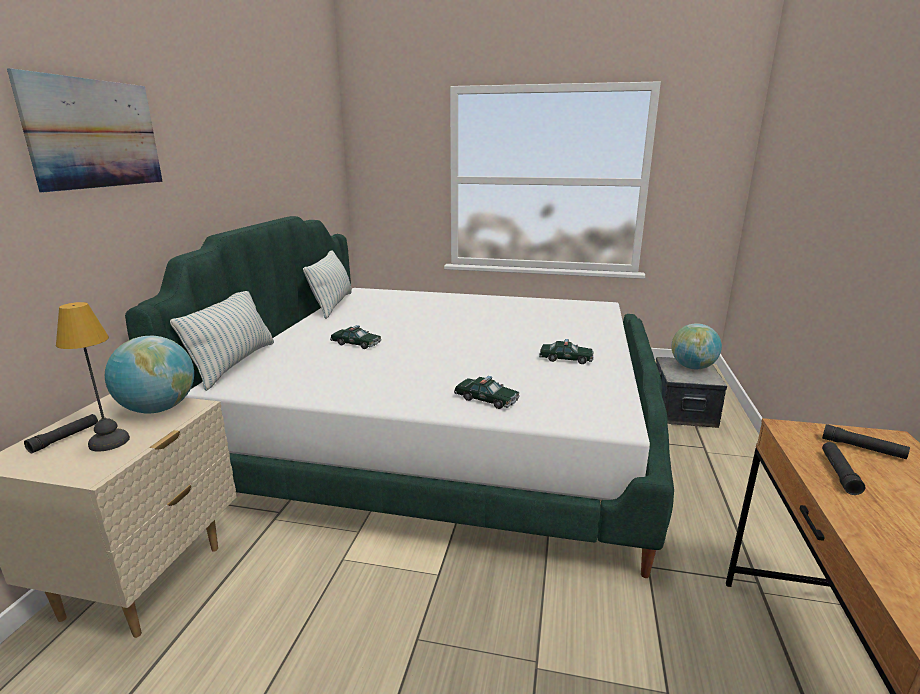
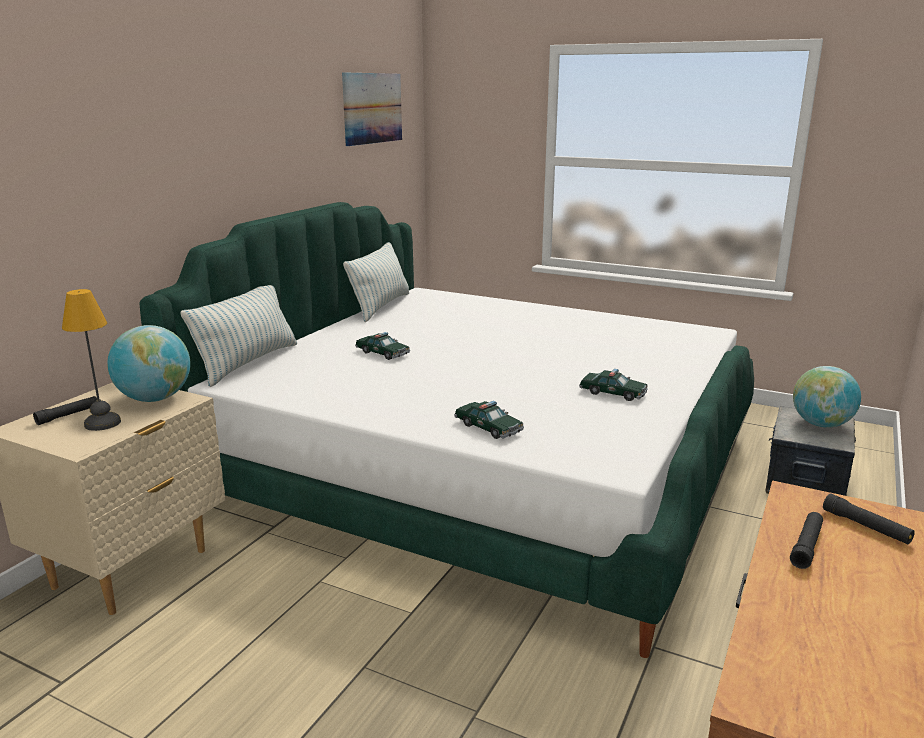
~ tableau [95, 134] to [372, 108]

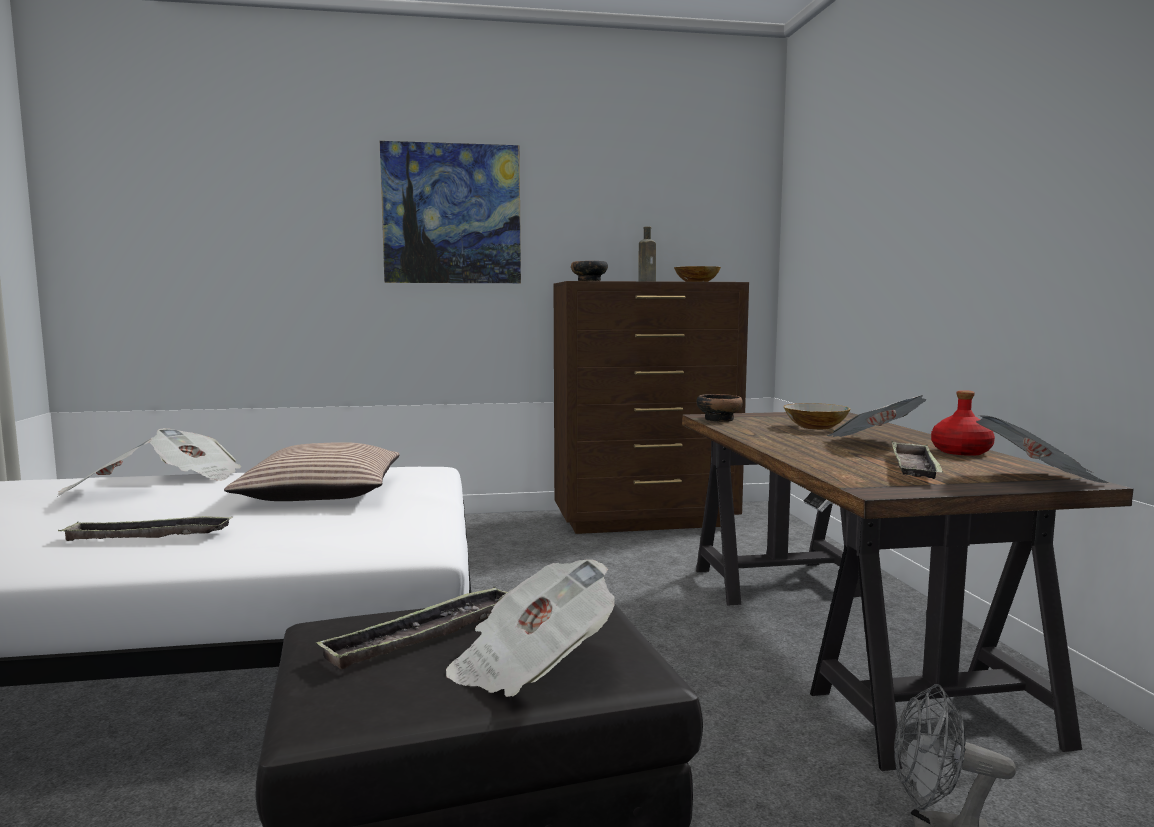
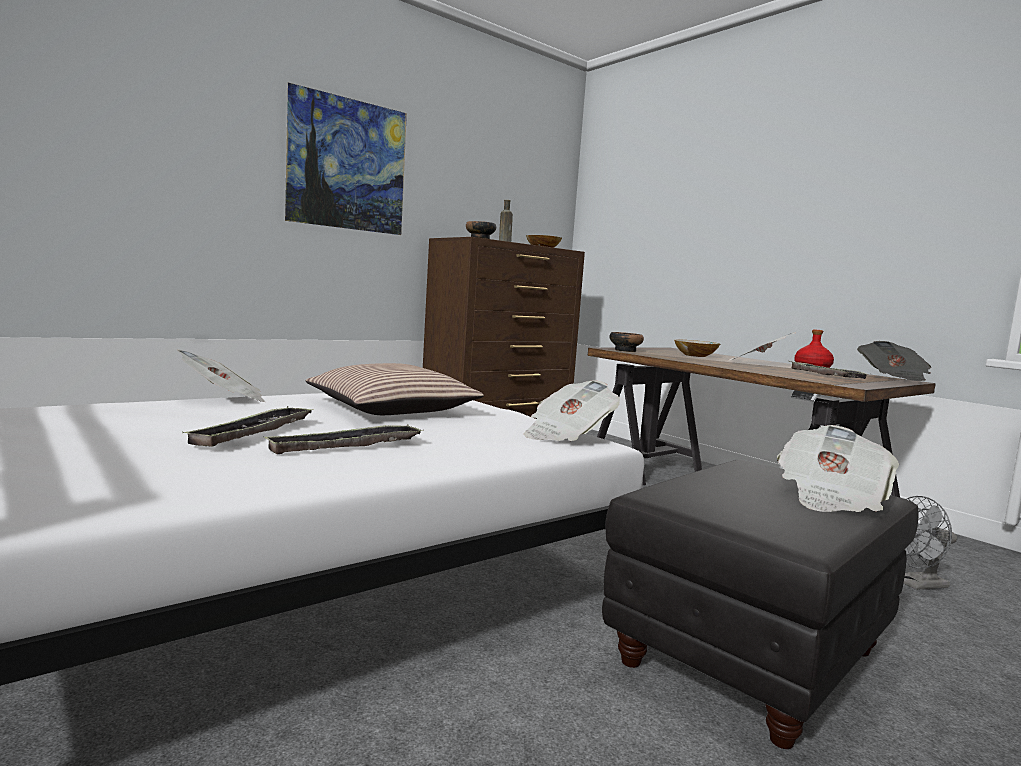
~ journal [104, 492] to [567, 435]
~ plateau [425, 635] to [254, 432]

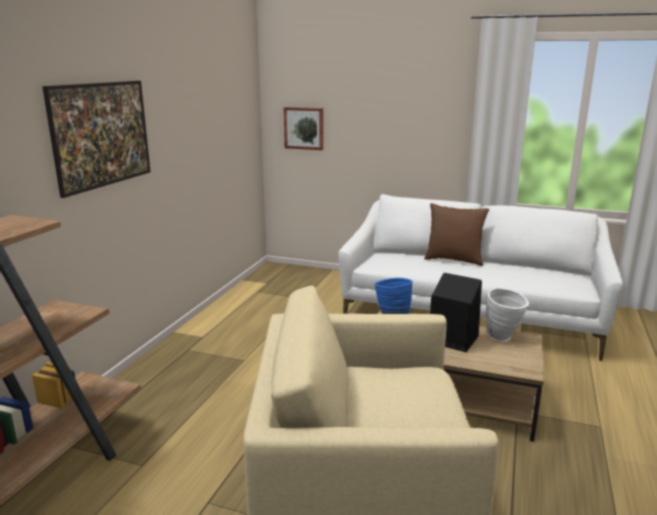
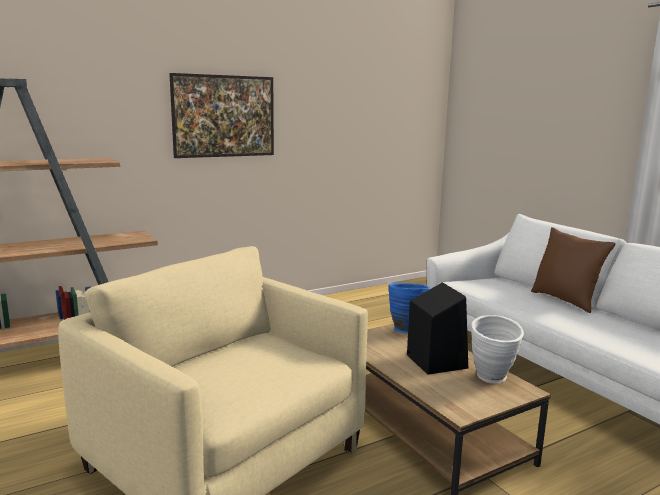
- tableau [304, 128]

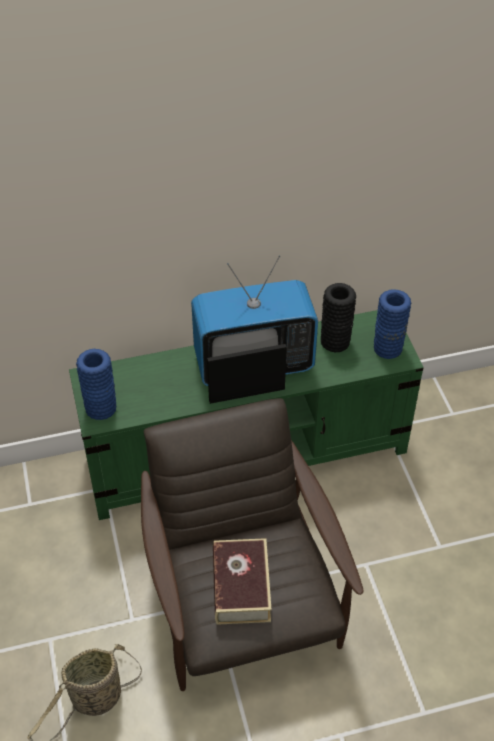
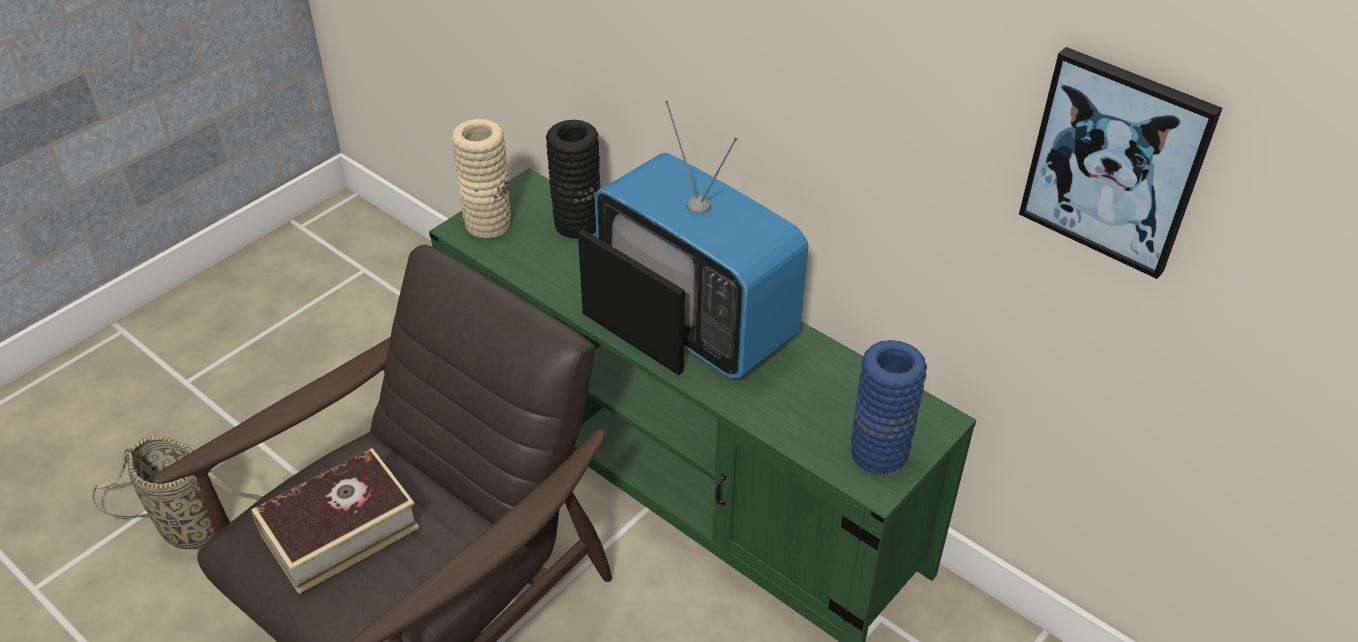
~ vase (noir) [335, 342] to [577, 224]
~ vase (bleu) [101, 408] to vase (beige) [488, 223]
+ tableau [1116, 161]

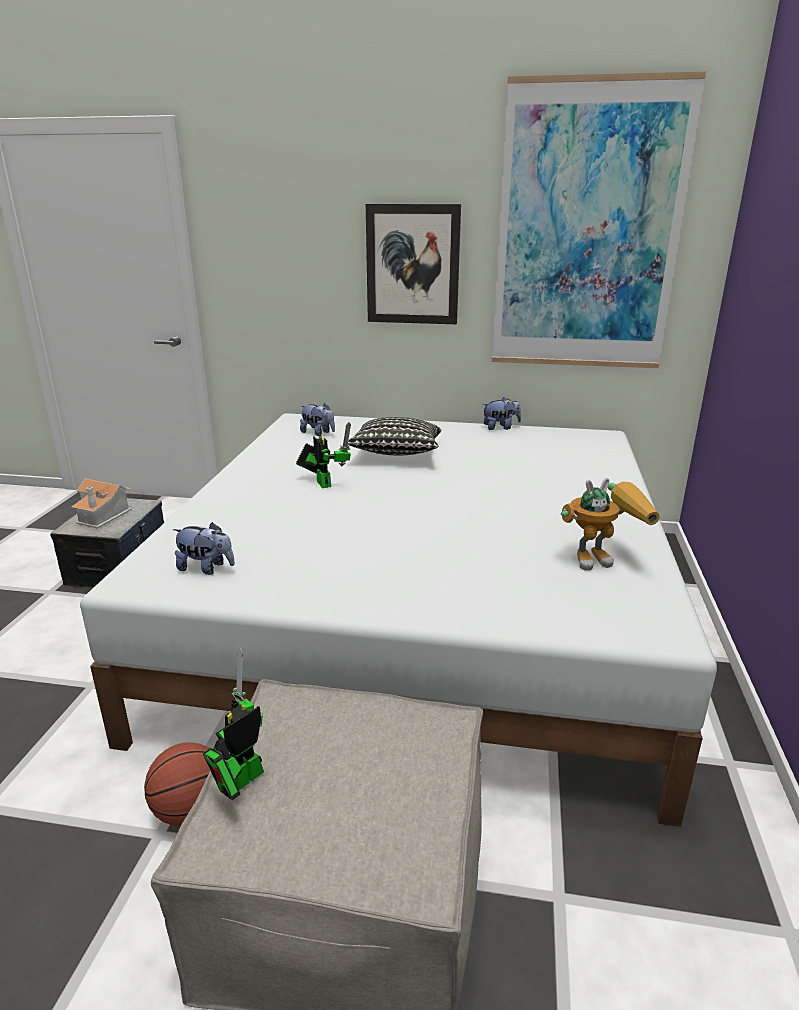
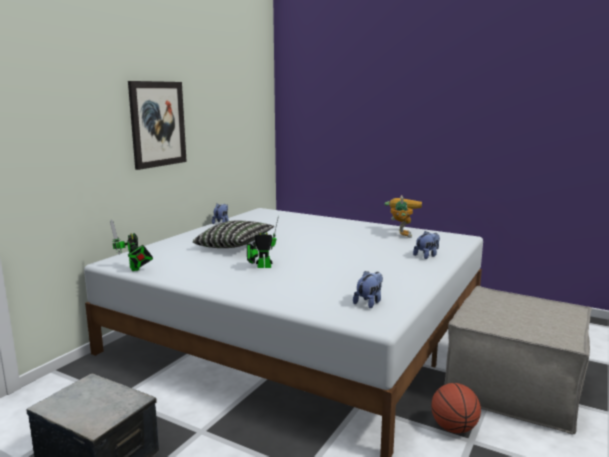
- tableau [587, 231]
~ peluche [318, 433] to [427, 256]
- maison miniature [103, 515]
~ robot jouet [240, 781] to [135, 269]

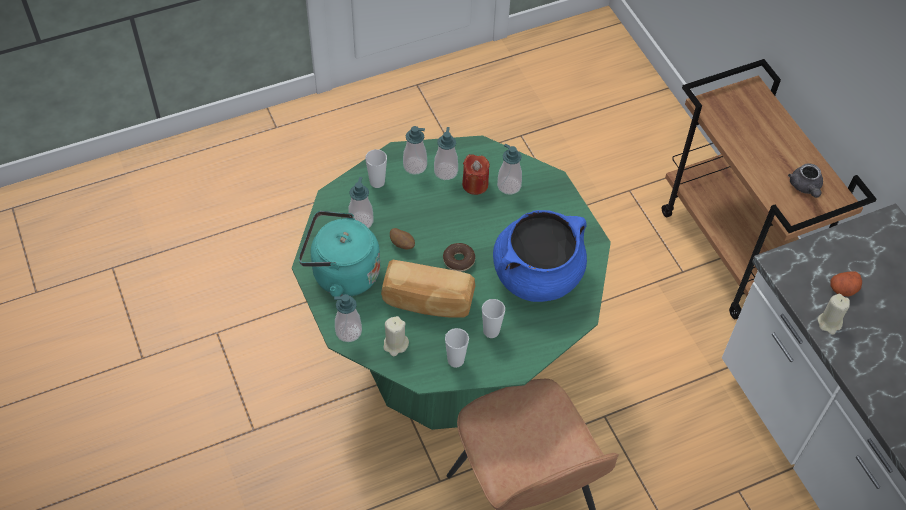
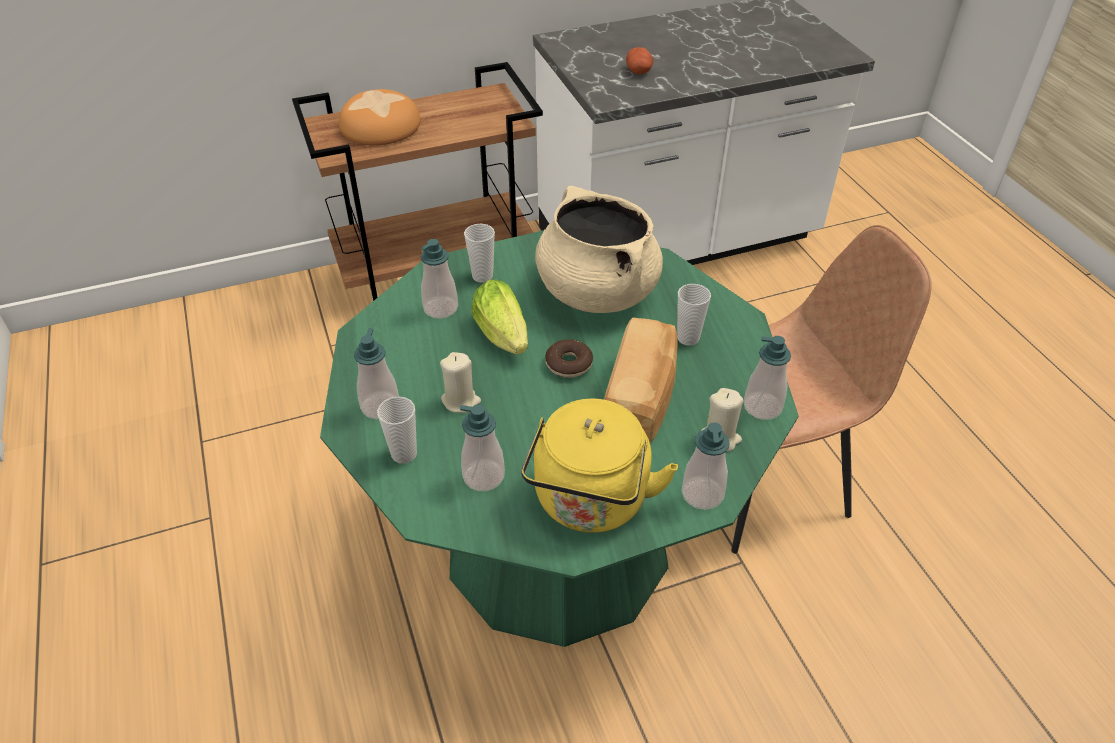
~ distributeur de savon [445, 171] to [762, 407]
- bougie (rouge) [475, 184]
- théière (gris) [805, 187]
~ marmite (bleu) [537, 275] to marmite (beige) [596, 292]
~ bouilloire (turquoise) [341, 274] to bouilloire (jaune) [590, 503]
- pomme de terre [402, 244]
~ bougie (beige) [829, 323] to [461, 401]
~ tasse [455, 360] to [482, 276]
+ pain [380, 126]
+ laitue [504, 337]

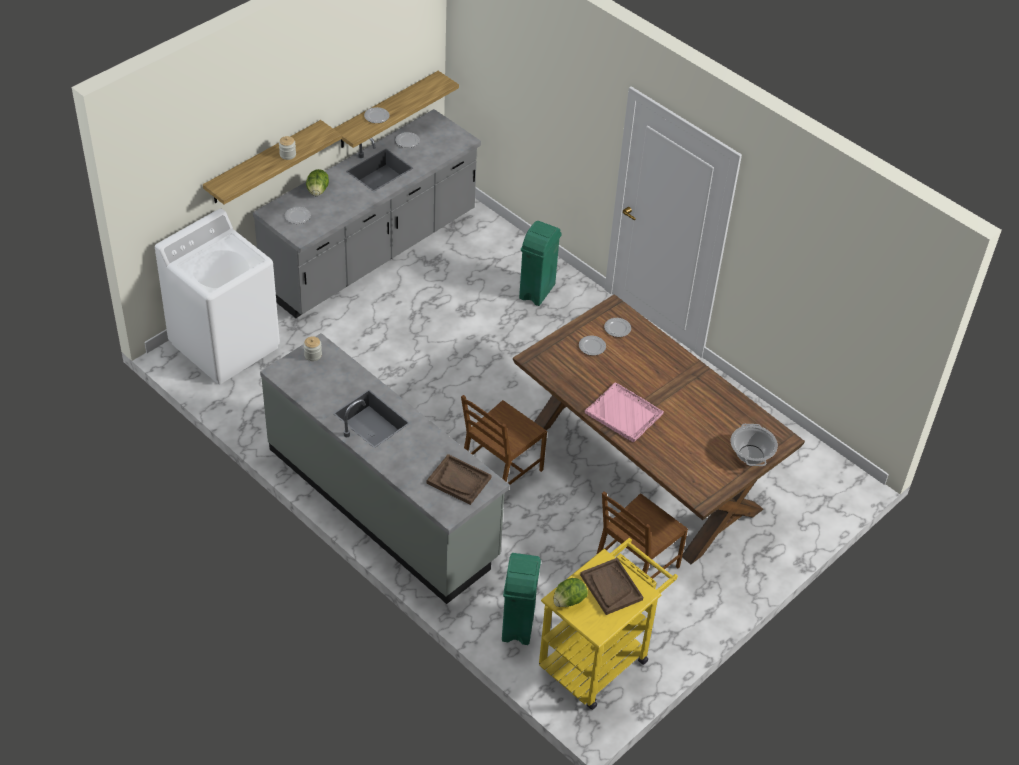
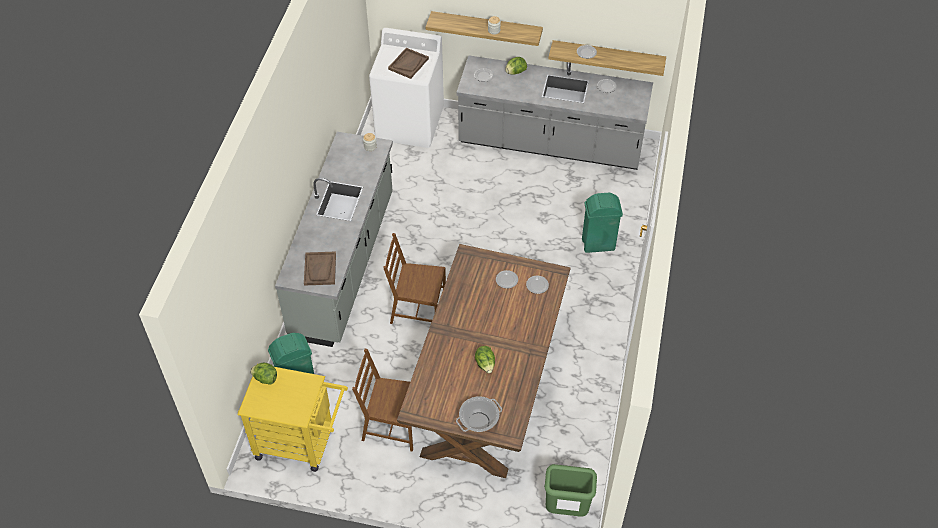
- plateau (rose) [624, 414]
~ plateau (marron) [611, 587] to [408, 64]
+ laitue [485, 364]
+ poubelle (vert) [566, 509]

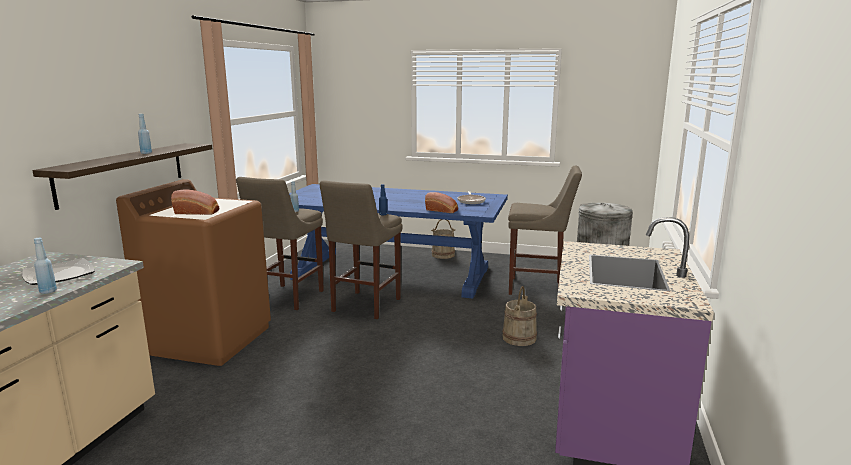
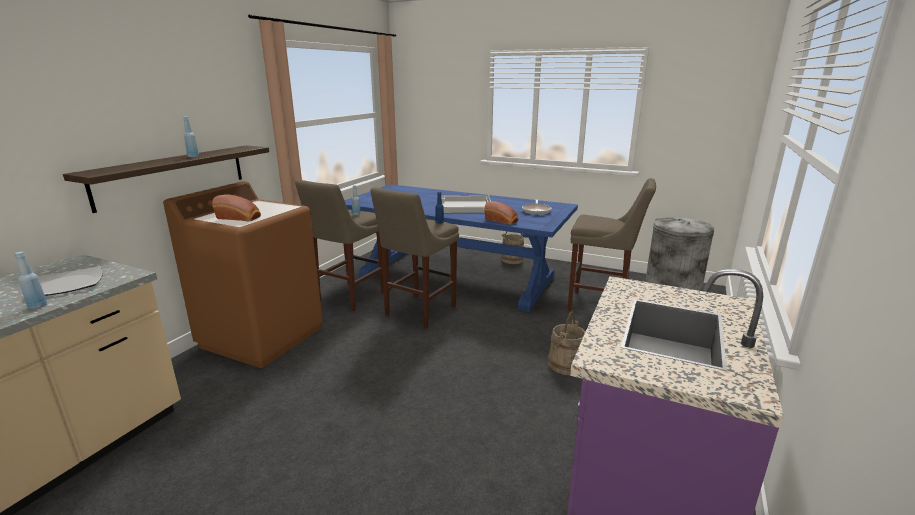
+ plateau (blanc) [465, 206]

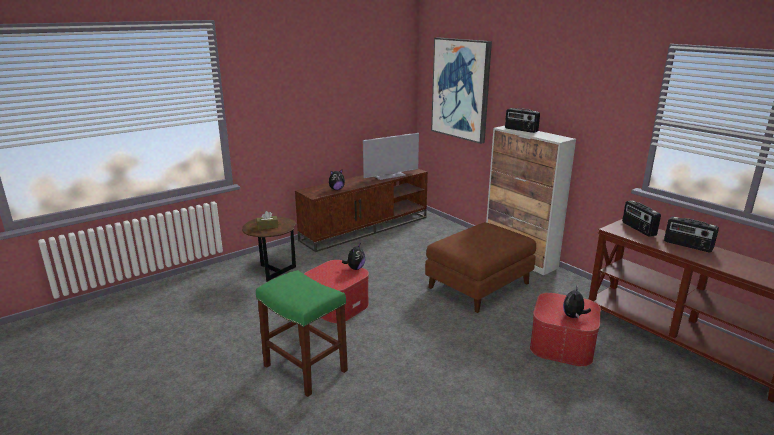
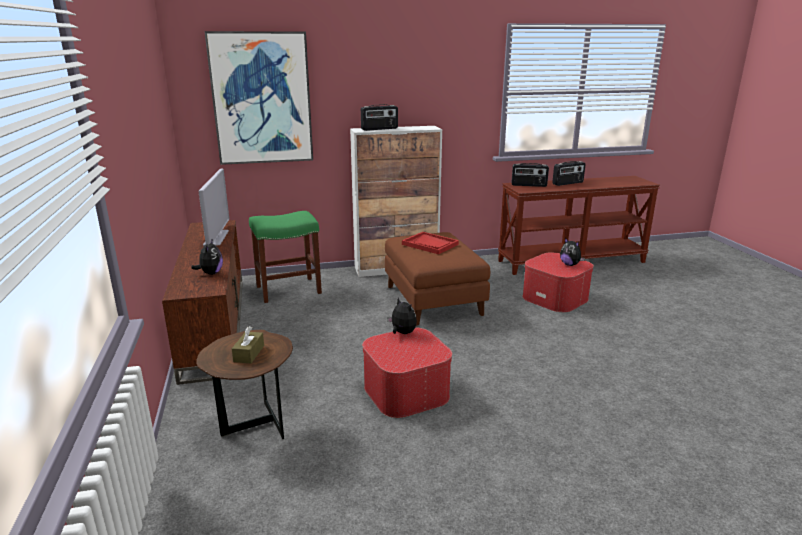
~ tabouret (vert) [306, 368] to [289, 289]
+ plateau (rouge) [430, 244]

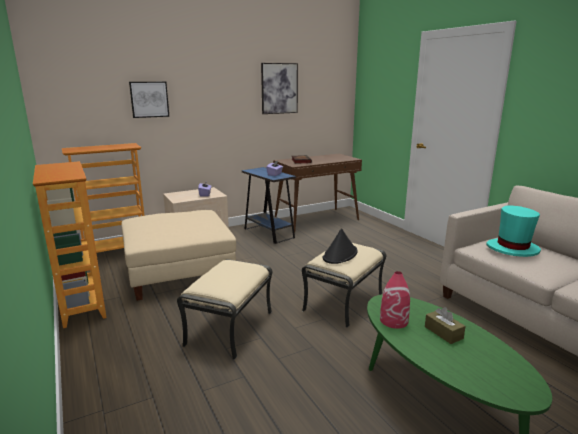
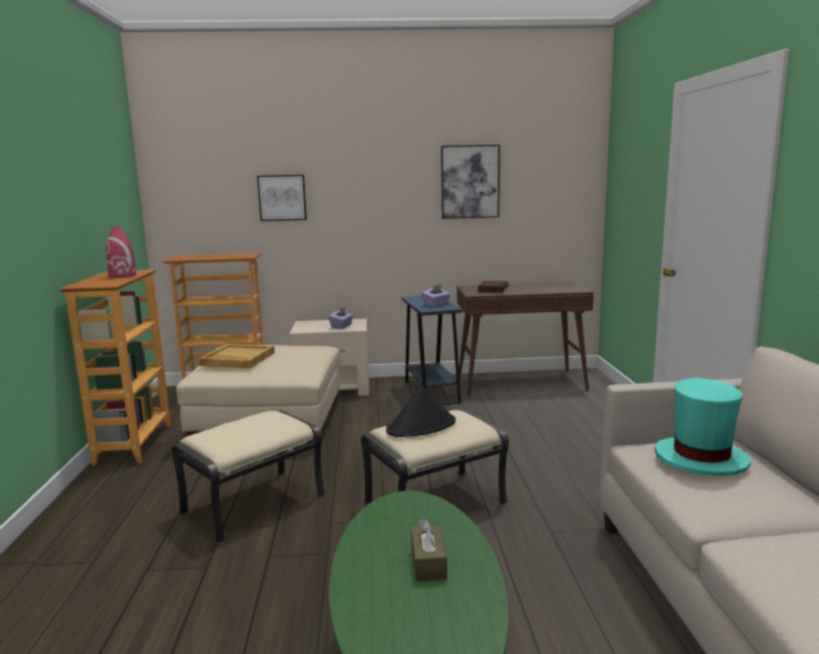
~ vase (rouge) [394, 321] to [123, 276]
+ plateau (beige) [237, 359]

